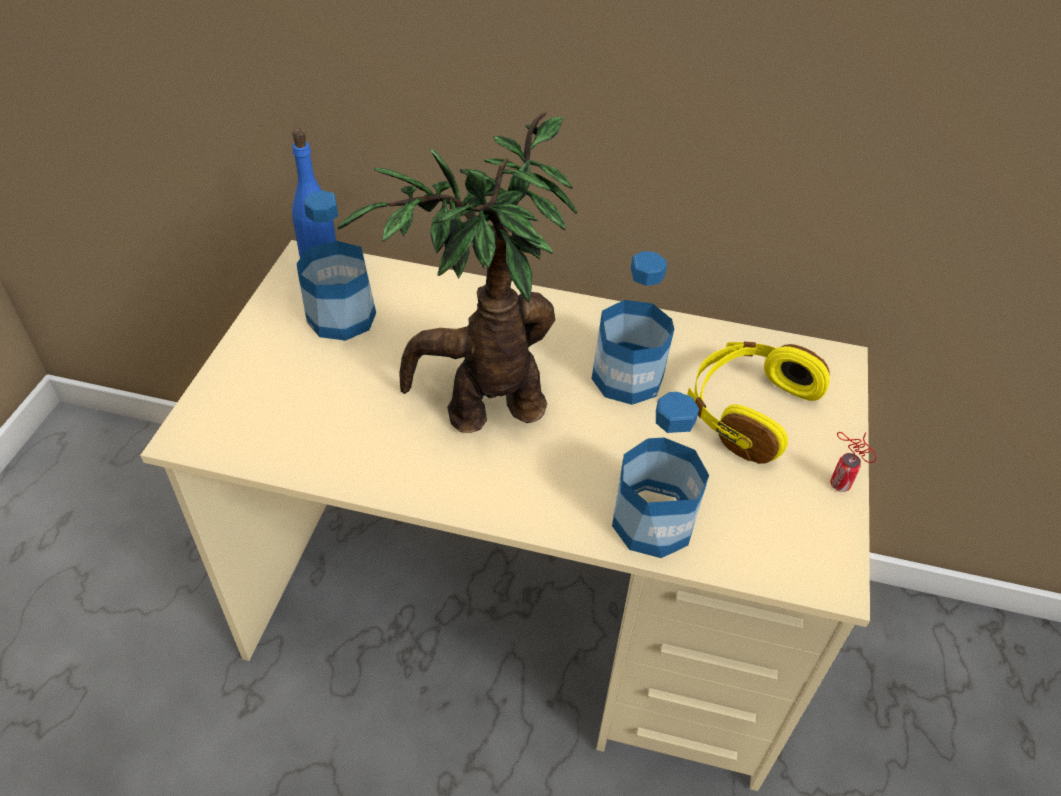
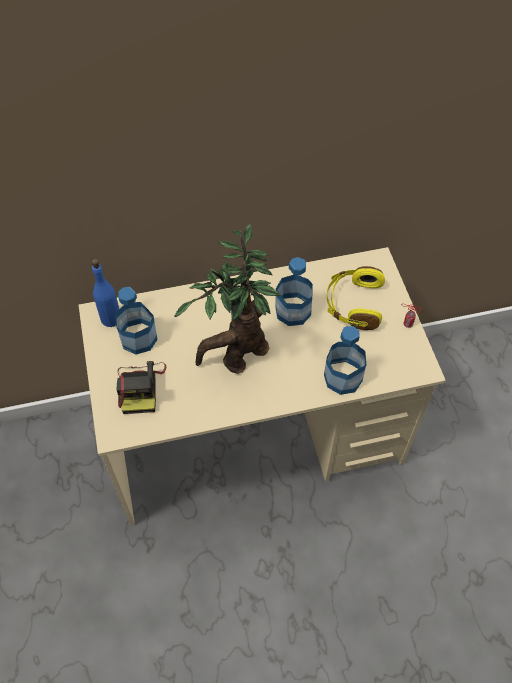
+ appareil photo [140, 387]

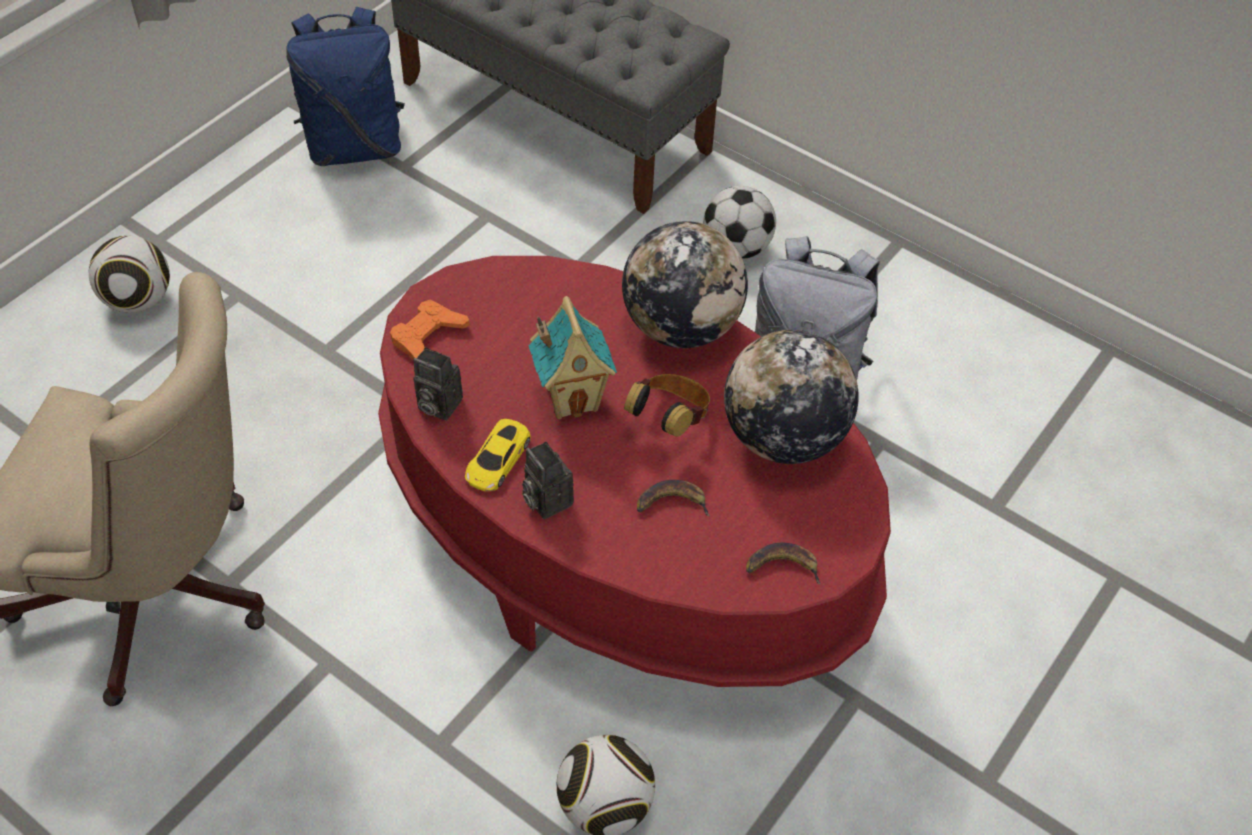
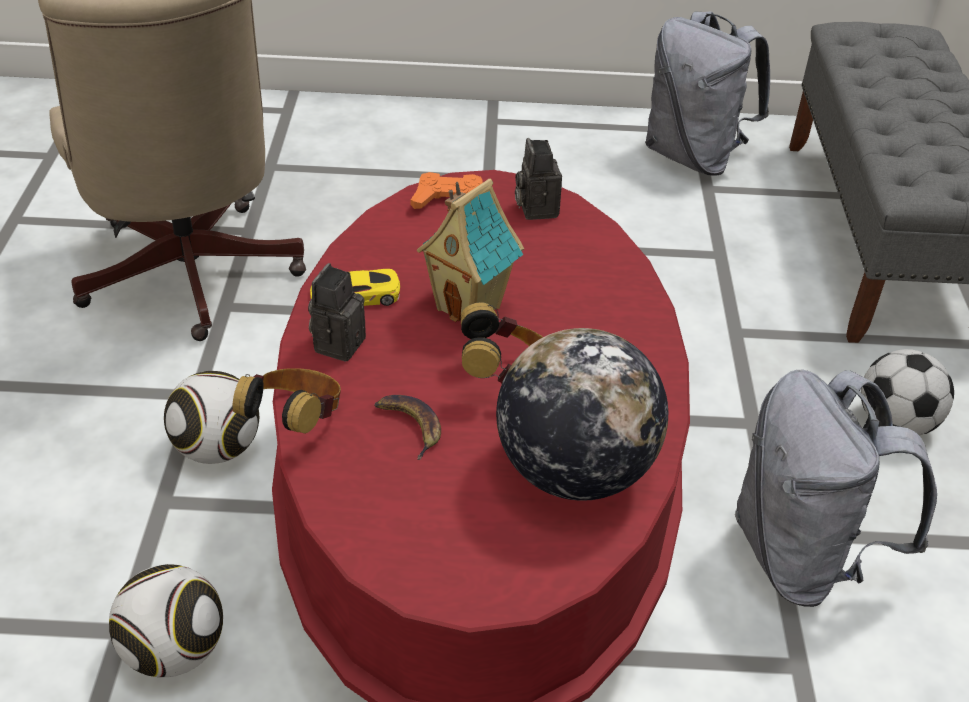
~ sac à dos (bleu) [355, 146] to sac à dos (gris) [694, 157]
- globe [681, 326]
~ ballon de foot [139, 300] to [217, 449]
~ appareil photo [436, 404] to [535, 208]
- banane [782, 566]
+ casque audio [295, 422]

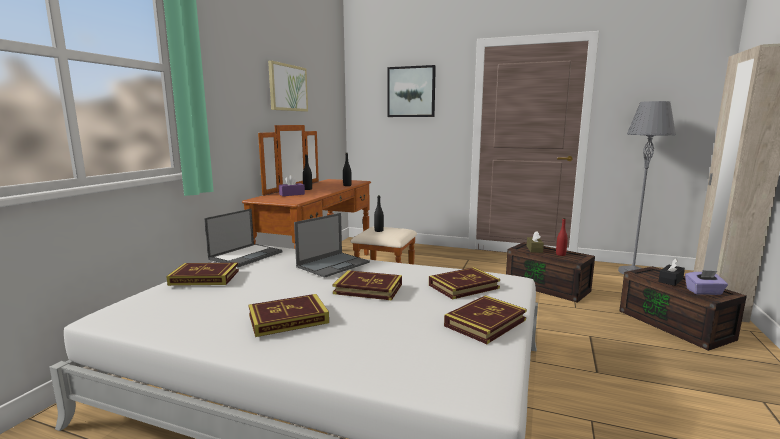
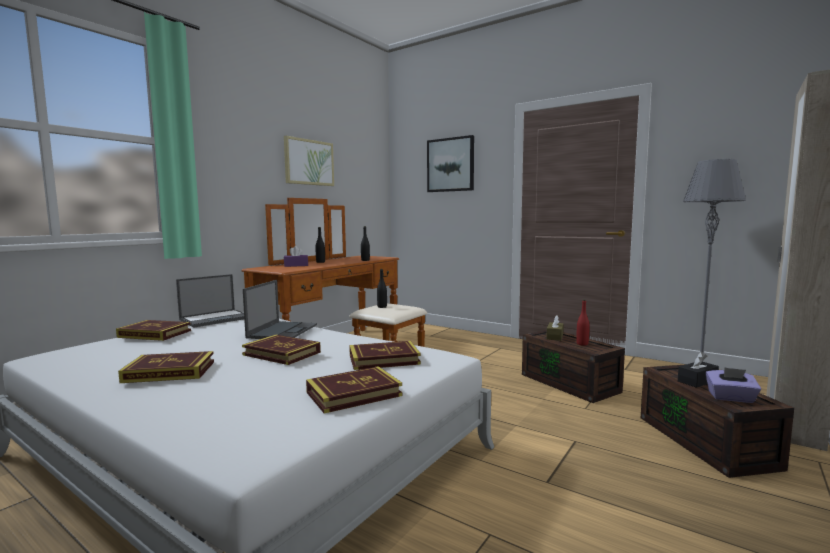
~ ordinateur portable [333, 264] = [283, 331] 45 degrees counterclockwise

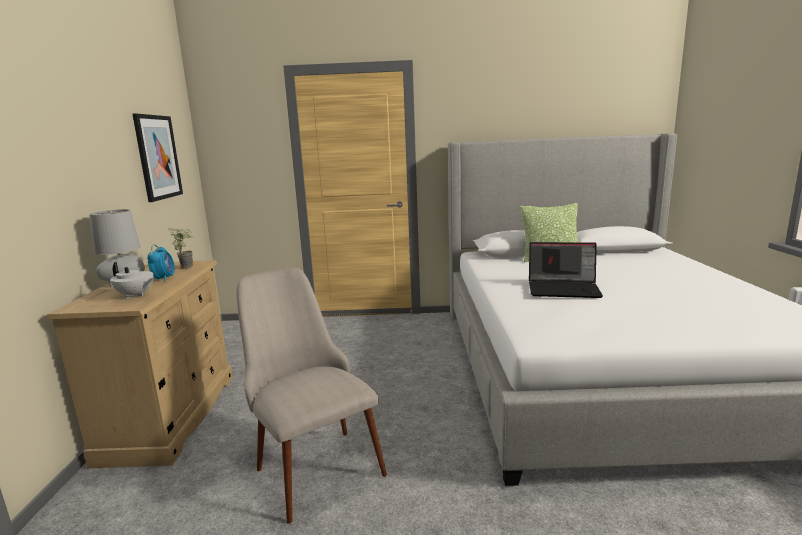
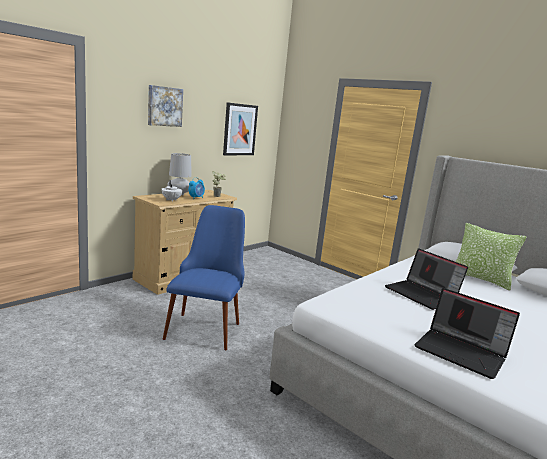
~ chaise (beige) [311, 460] to chaise (bleu) [206, 324]
+ tableau [164, 106]
+ ordinateur portable [462, 352]

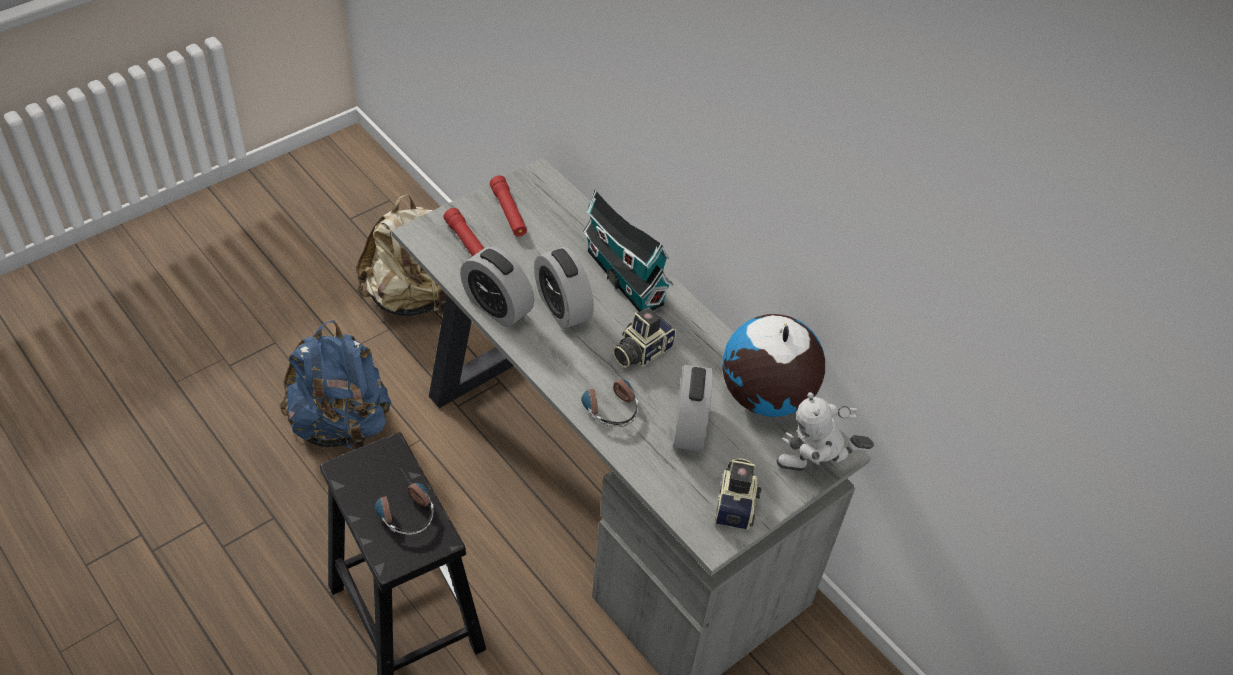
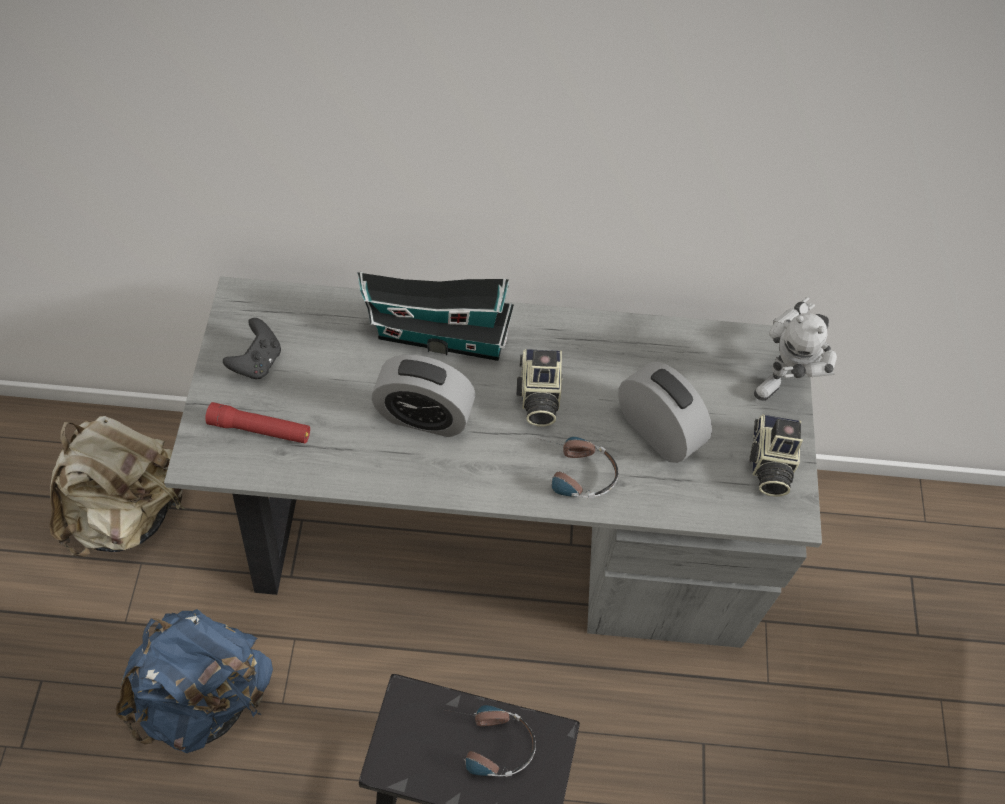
~ lampe de poche (rouge) [508, 212] to manette (noir) [258, 362]
- réveil [497, 307]
- globe [765, 397]
~ appareil photo [736, 503] = [769, 464] 135 degrees counterclockwise

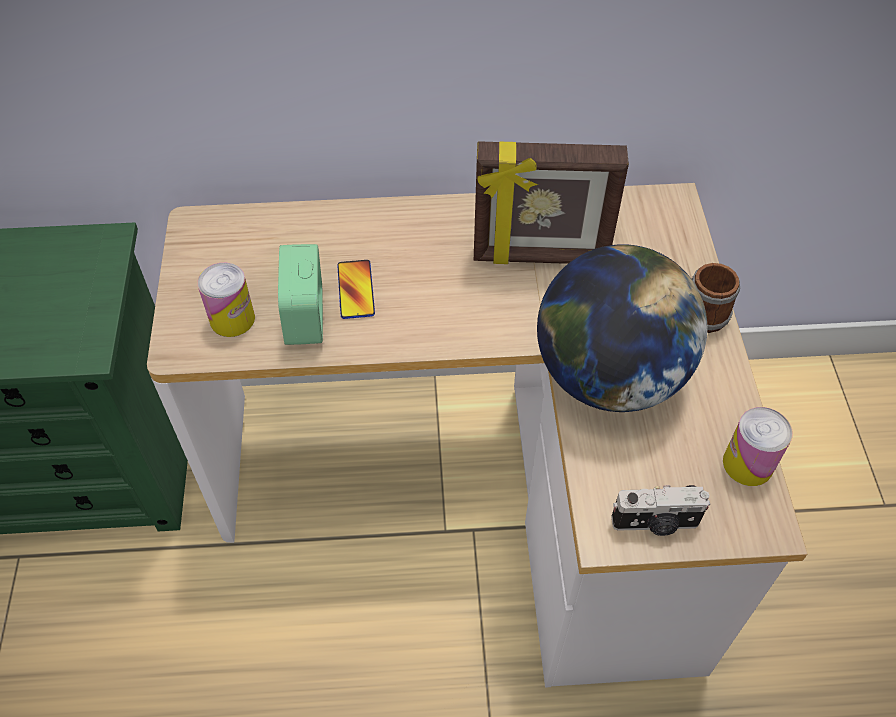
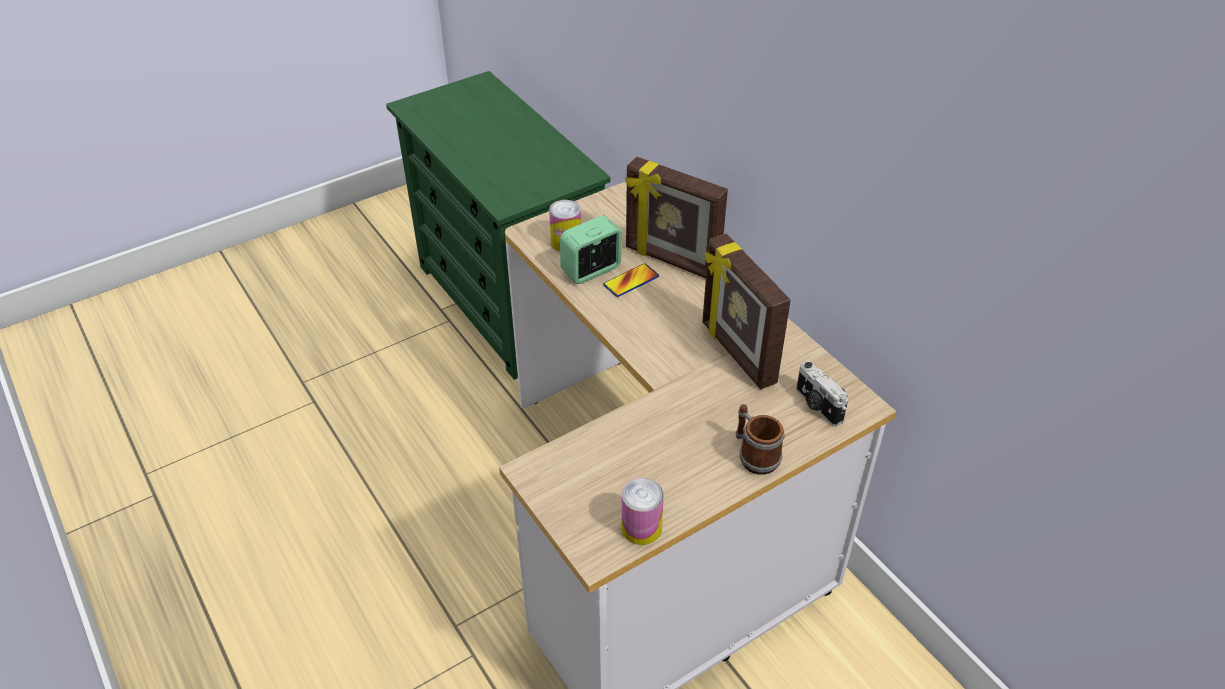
- globe [608, 376]
~ appareil photo [655, 523] to [817, 406]
+ cadre photo [671, 261]

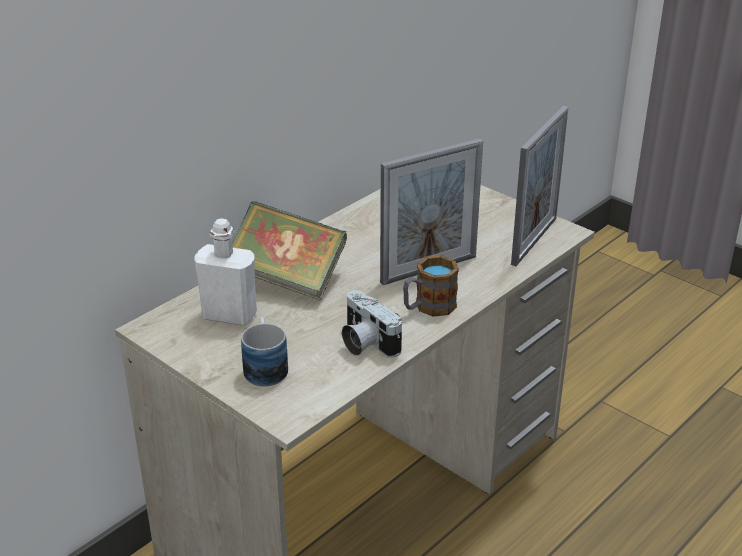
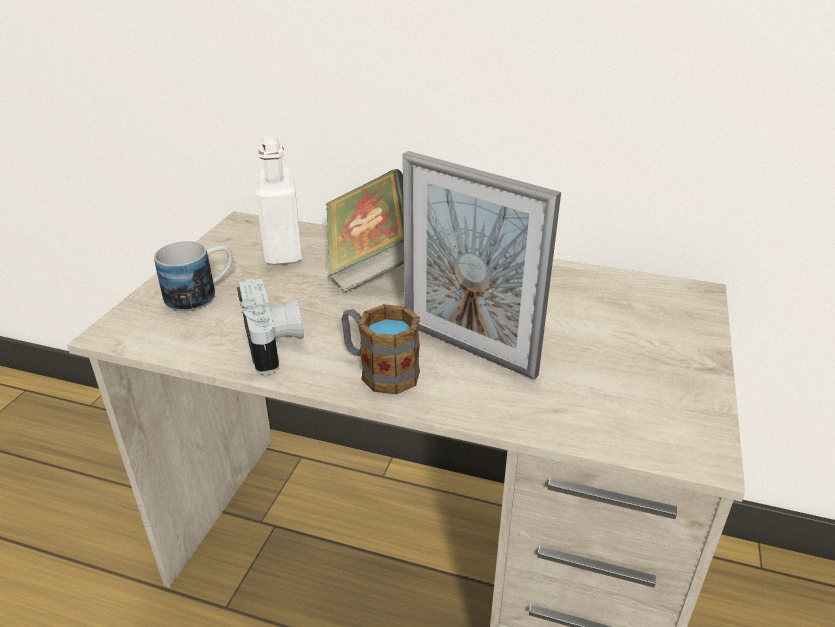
- cadre photo [534, 241]
~ appareil photo [365, 342] = [275, 343] 135 degrees clockwise

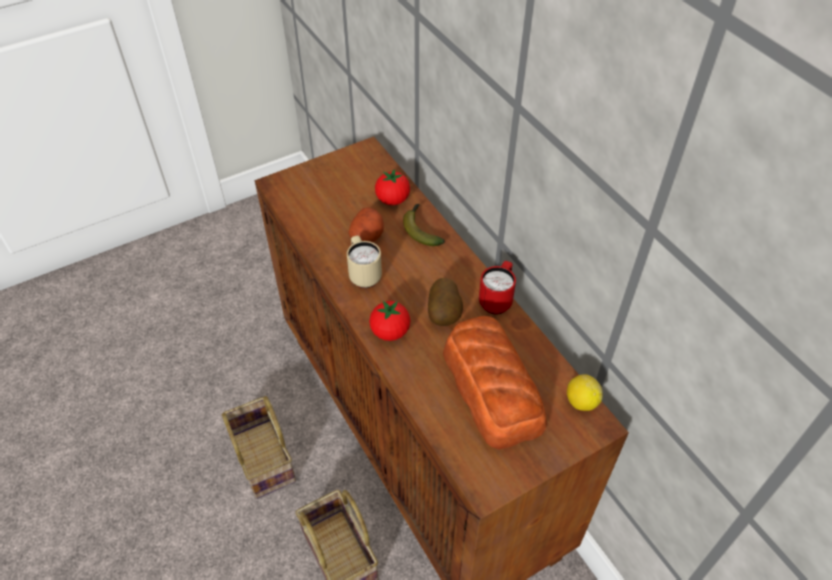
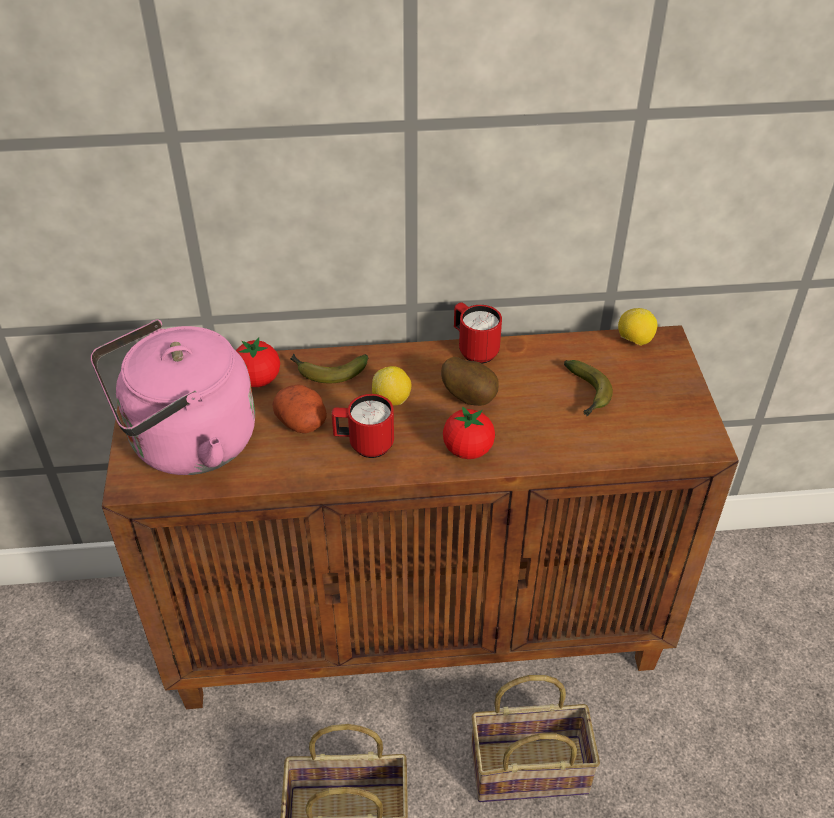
~ mug (beige) [363, 274] to mug (rouge) [364, 445]
~ pain [492, 387] to banane [587, 395]
+ bouilloire (rose) [186, 444]
+ citron [392, 400]

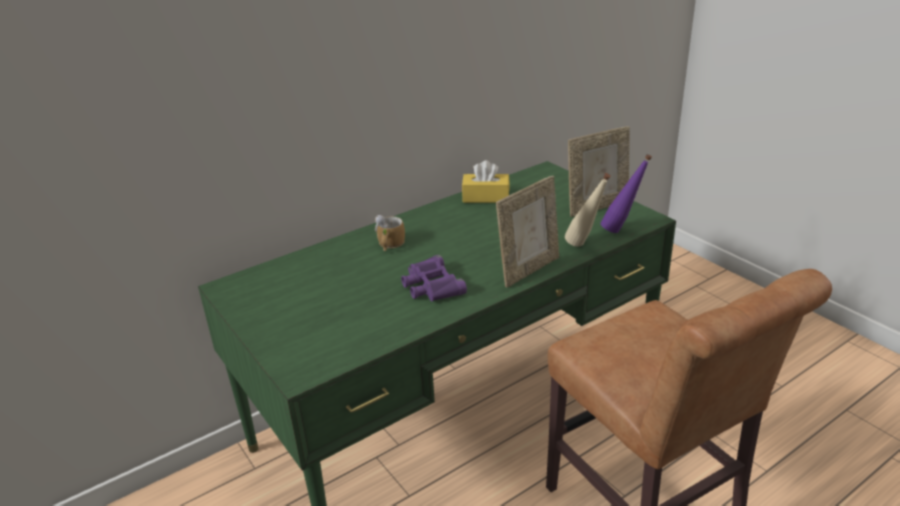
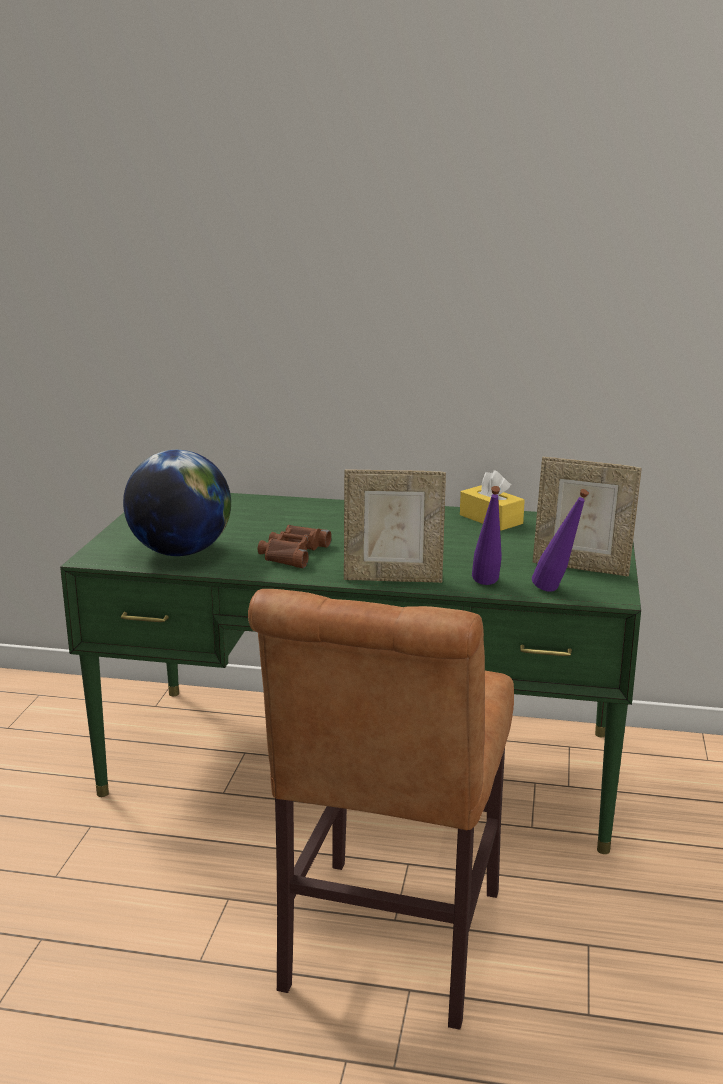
~ bouteille (beige) [584, 246] to bouteille (violet) [487, 586]
- mug [389, 244]
~ jumelles (violet) [431, 286] to jumelles (marron) [292, 553]
+ globe [180, 552]

